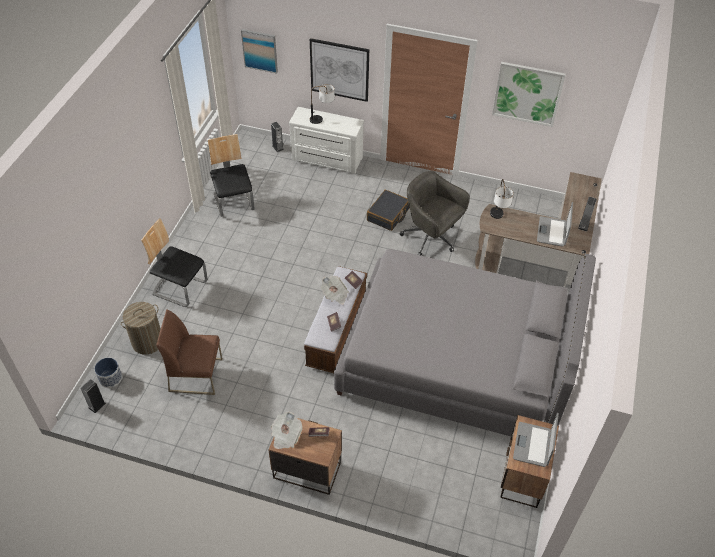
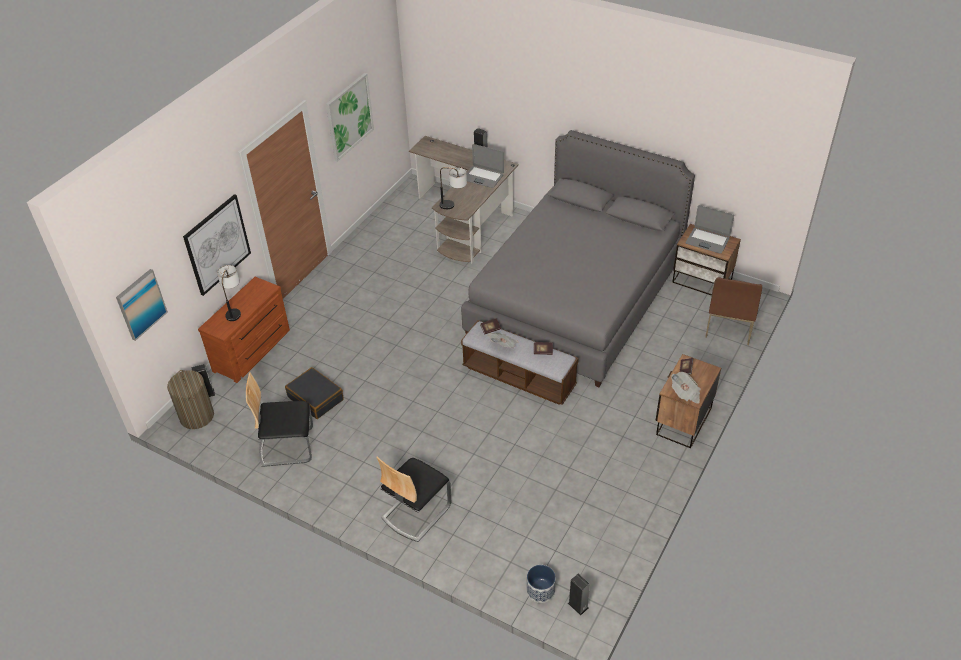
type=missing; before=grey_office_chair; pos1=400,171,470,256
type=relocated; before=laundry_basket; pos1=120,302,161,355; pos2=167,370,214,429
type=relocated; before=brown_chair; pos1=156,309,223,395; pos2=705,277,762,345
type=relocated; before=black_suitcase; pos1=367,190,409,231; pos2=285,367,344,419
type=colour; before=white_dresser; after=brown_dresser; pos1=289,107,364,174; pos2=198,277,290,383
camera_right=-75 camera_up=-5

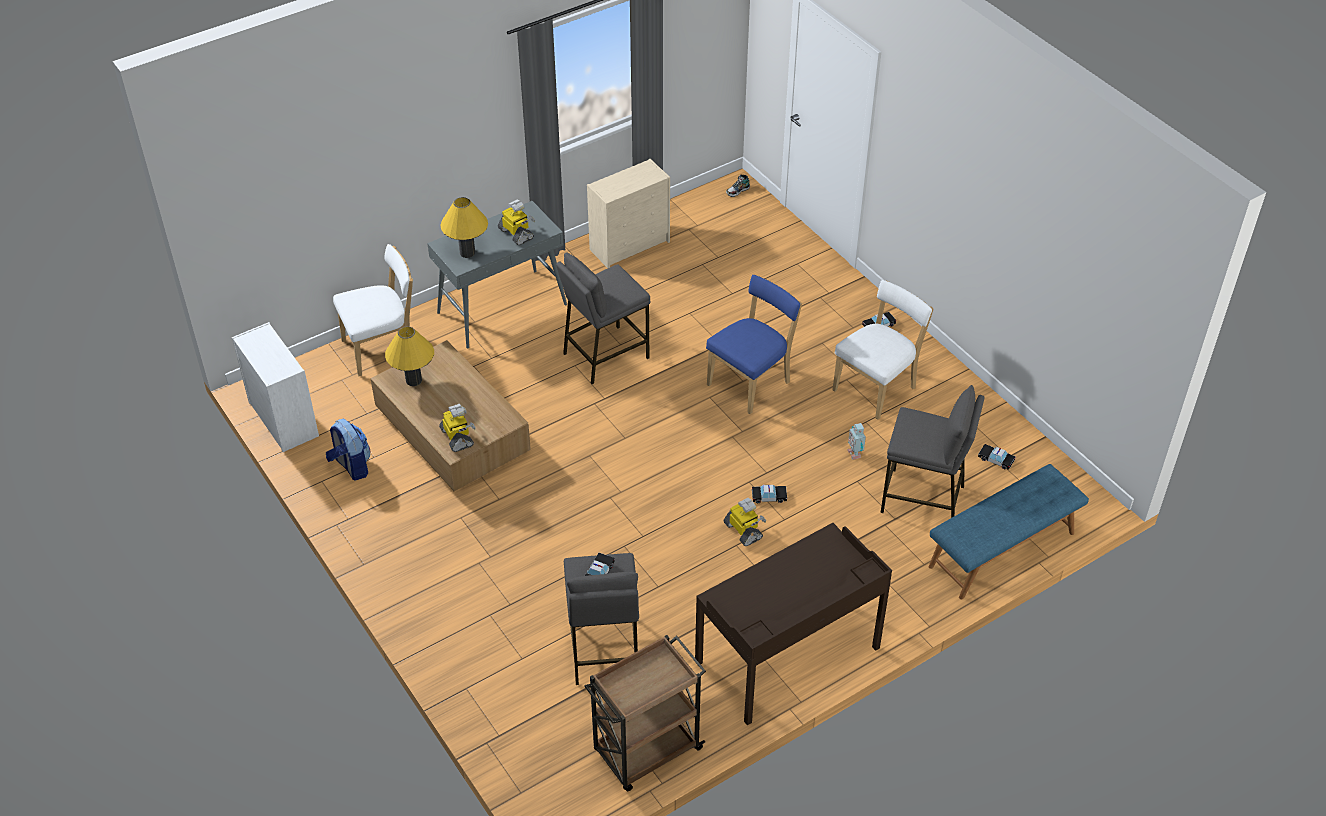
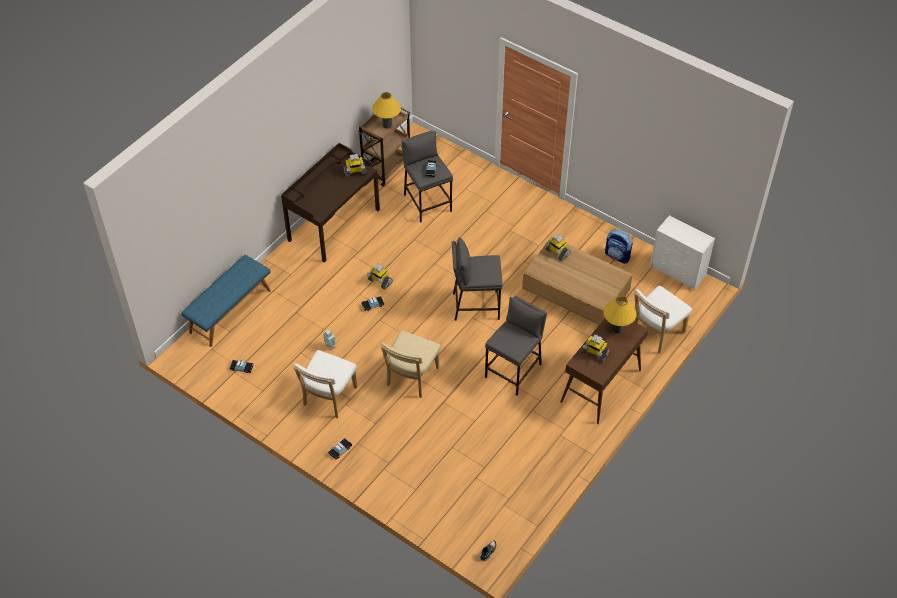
type=missing; before=beige_dresser; pos1=587,159,670,268
type=appeared; after=toy_robot; pos2=343,154,367,178
type=relocated; before=yellow_table_lamp; pos1=385,326,434,386; pos2=372,92,401,129
type=relocated; before=grey_stool; pos1=880,385,984,518; pos2=452,237,503,321
type=colour; before=grey_console_table; after=brown_console_table; pos1=427,201,567,349; pos2=560,319,648,424
type=colour; before=blue_chair; after=beige_chair; pos1=706,275,802,414; pos2=381,331,440,398
camera_right=160 camera_up=5

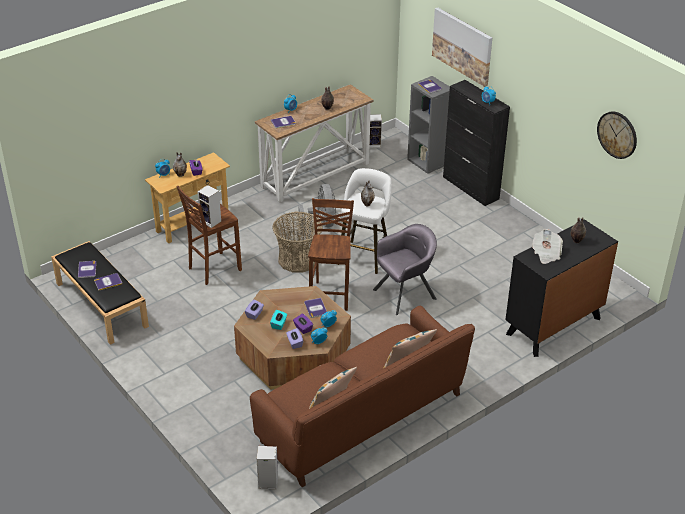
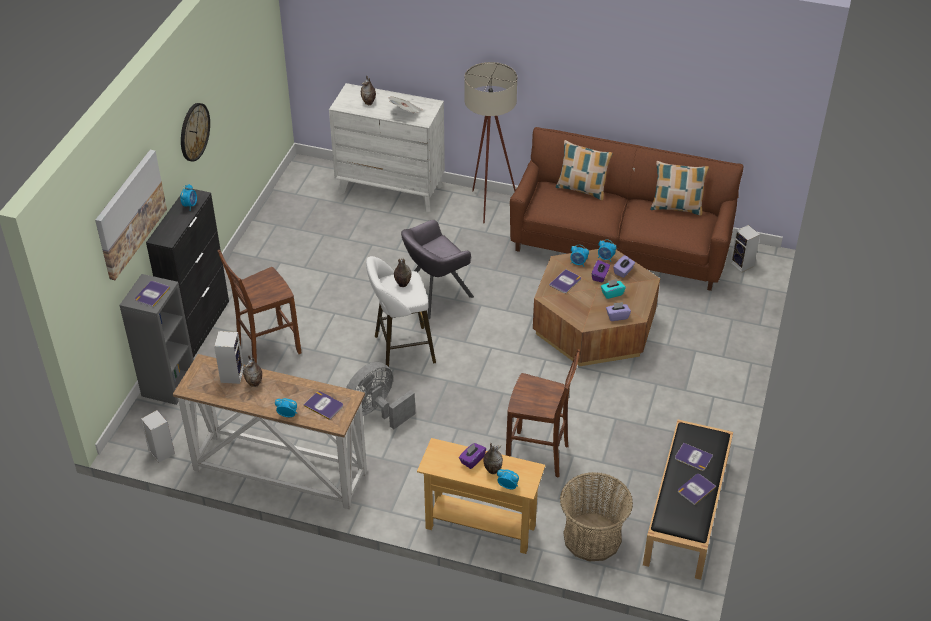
type=appeared; after=beige_floor_lamp; pos2=464,62,517,223
type=relocated; before=speaker; pos1=197,185,221,228; pos2=214,331,244,384
type=relocated; before=basket; pos1=272,212,323,273; pos2=560,472,633,562
type=relocated; before=brown_stool; pos1=308,198,354,311; pos2=218,250,301,364
type=relocated; before=wall_clock; pos1=597,111,637,159; pos2=181,103,210,162
type=colour; before=black_dresser; after=white_dresser; pos1=505,219,618,357; pos2=329,83,445,212
type=spun; before=grey_armchair; pos1=373,224,437,315; pos2=401,220,474,320; turn=-60
camera_right=-125 camera_up=5

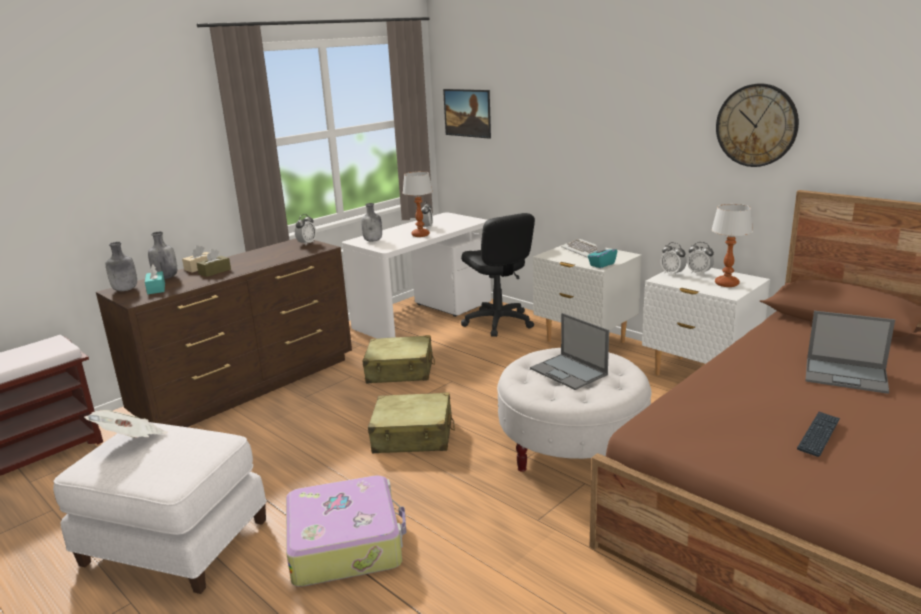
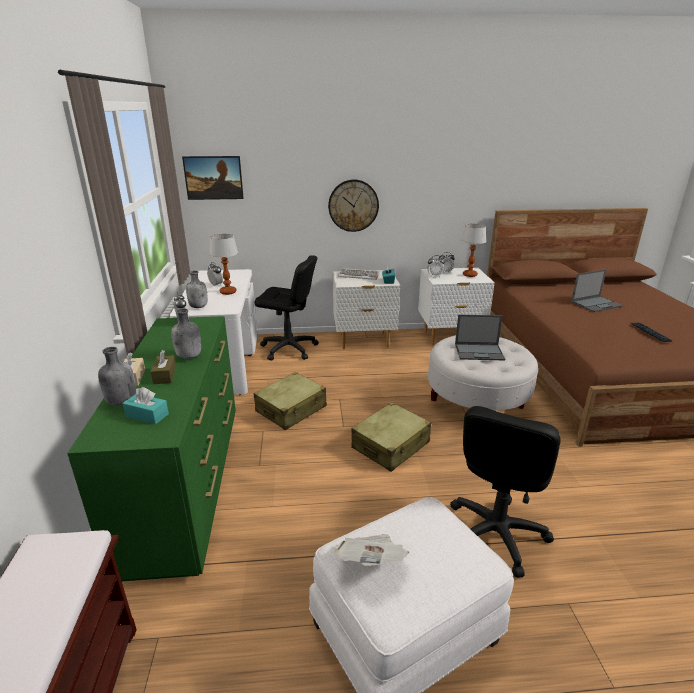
type=relocated; before=grey_bottle; pos1=106,242,137,291; pos2=171,308,201,359
type=relocated; before=wall_clock; pos1=716,83,799,167; pos2=328,179,379,232
type=exchanged; before=suitcase; after=black_office_chair; pos1=286,475,406,587; pos2=450,406,561,578
type=colour; before=brown_dresser; after=green_dresser; pos1=96,239,352,427; pos2=67,316,236,581
camera_right=-50 camera_up=5

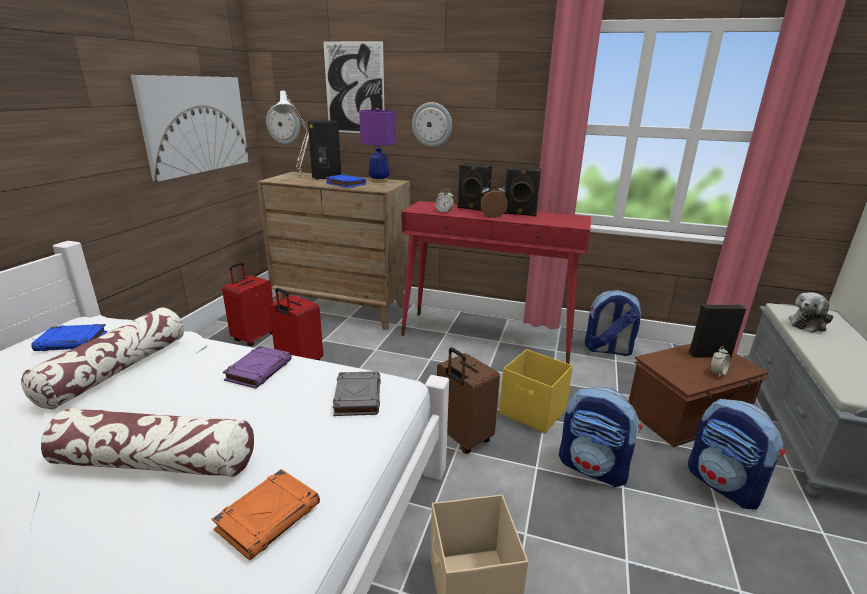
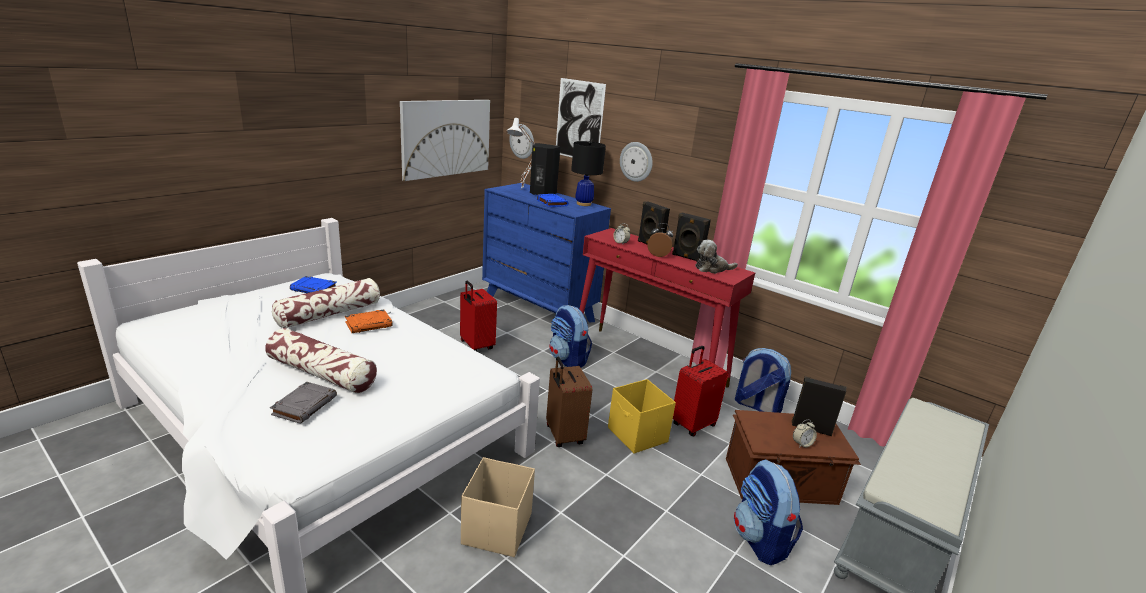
type=missing; before=purple_book; pos1=223,346,292,388
type=relocated; before=orange_book; pos1=212,469,320,560; pos2=345,310,393,333
type=relocated; before=red_suitcase; pos1=222,262,273,346; pos2=673,346,729,436
type=relocated; before=grey_book; pos1=333,371,381,416; pos2=270,382,337,424
type=relocated; before=backpack; pos1=559,387,642,487; pos2=549,305,592,368
type=relocated; before=plush_toy; pos1=788,292,833,333; pos2=695,240,738,274
type=colour; before=brown_dresser; after=blue_dresser; pos1=257,172,410,330; pos2=482,183,611,322
type=colour; before=purple_table_lamp; after=black_table_lamp; pos1=359,108,396,183; pos2=571,141,606,206
camera_right=20 camera_up=0

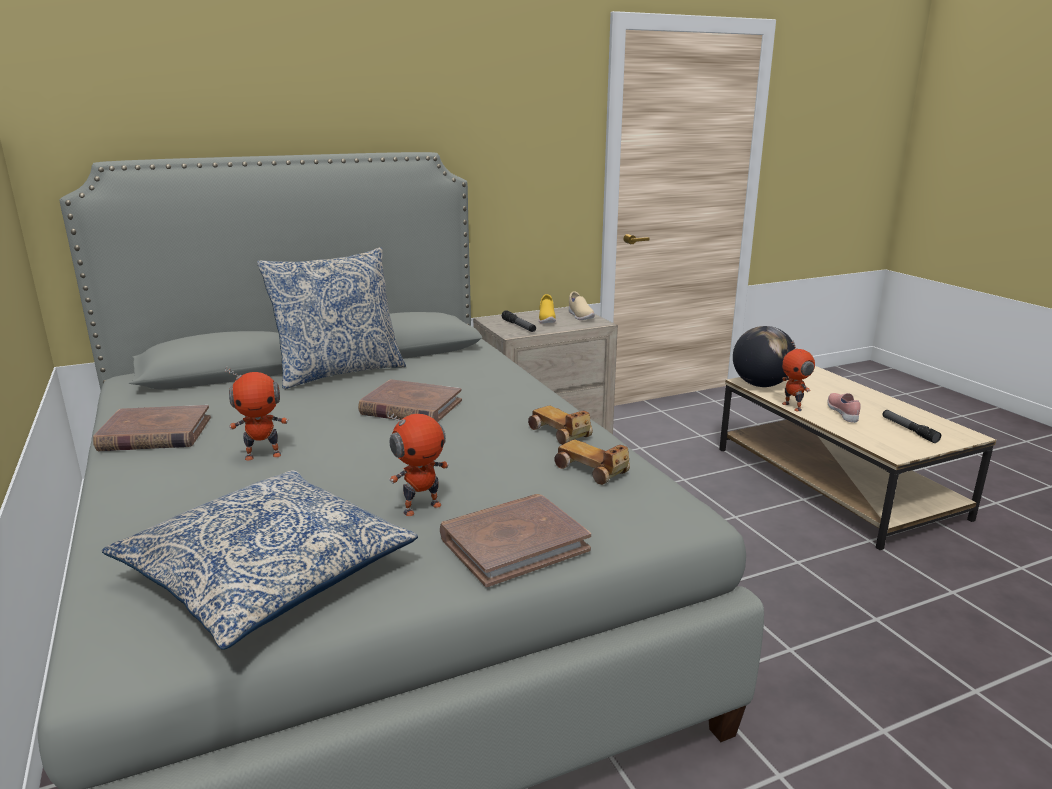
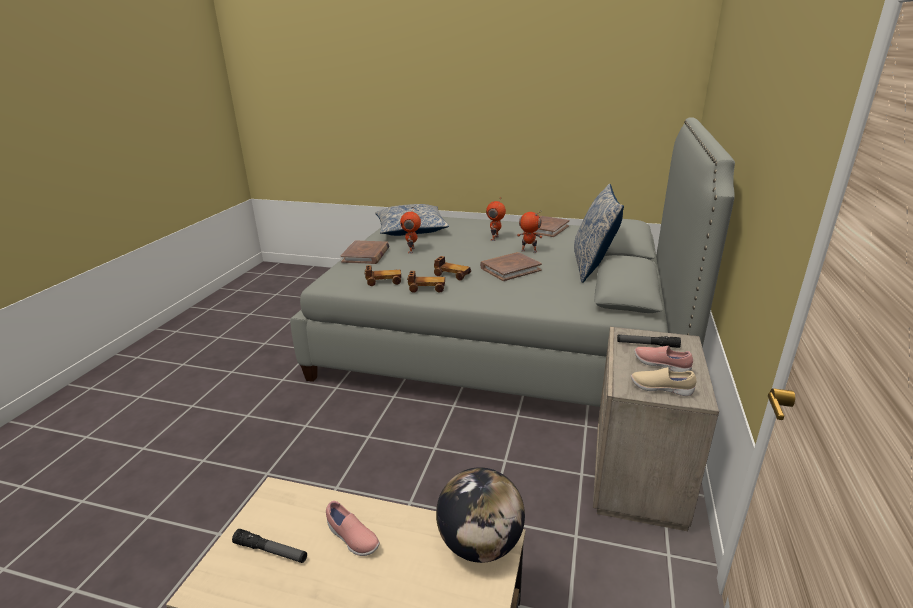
type=appeared; after=toy_car; pos2=434,256,471,280
type=relocated; before=toy_robot; pos1=782,340,815,411; pos2=517,211,543,253
type=colour; before=yellow_shoe; after=pink_shoe; pos1=539,294,556,324; pos2=634,346,693,372
camera_right=130 camera_up=5

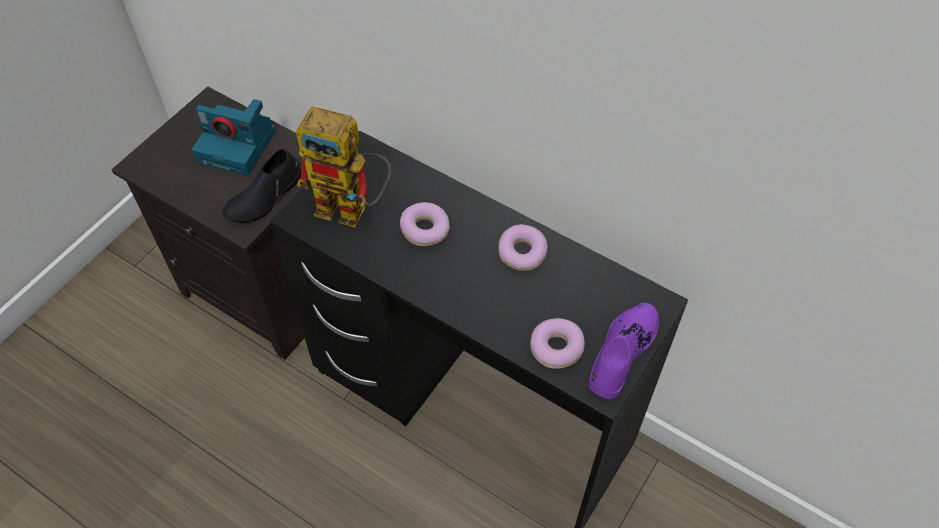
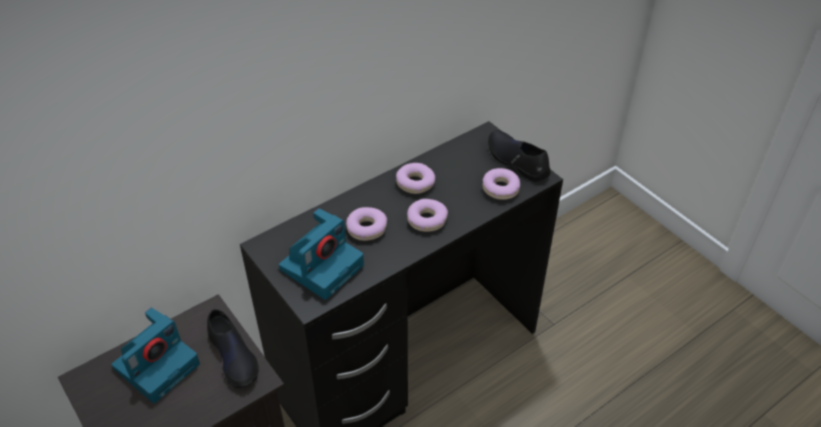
type=appeared; after=donut; pos2=407,199,448,232
type=exchanged; before=toy_robot; after=photo_camera; pos1=296,106,392,228; pos2=279,208,364,300
type=colour; before=purple_shoe; after=black_shoe; pos1=588,303,659,399; pos2=488,130,551,182
camera_right=-70 camera_up=-10

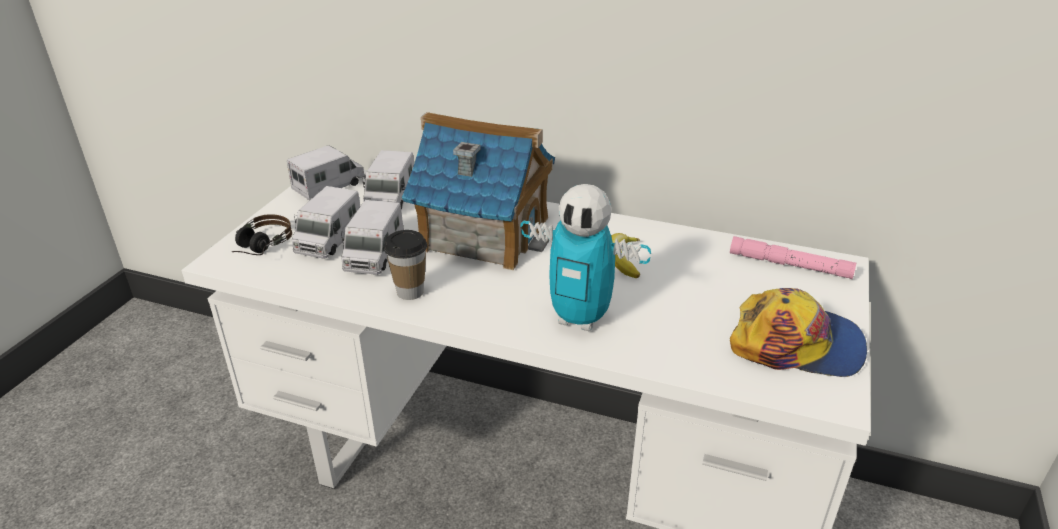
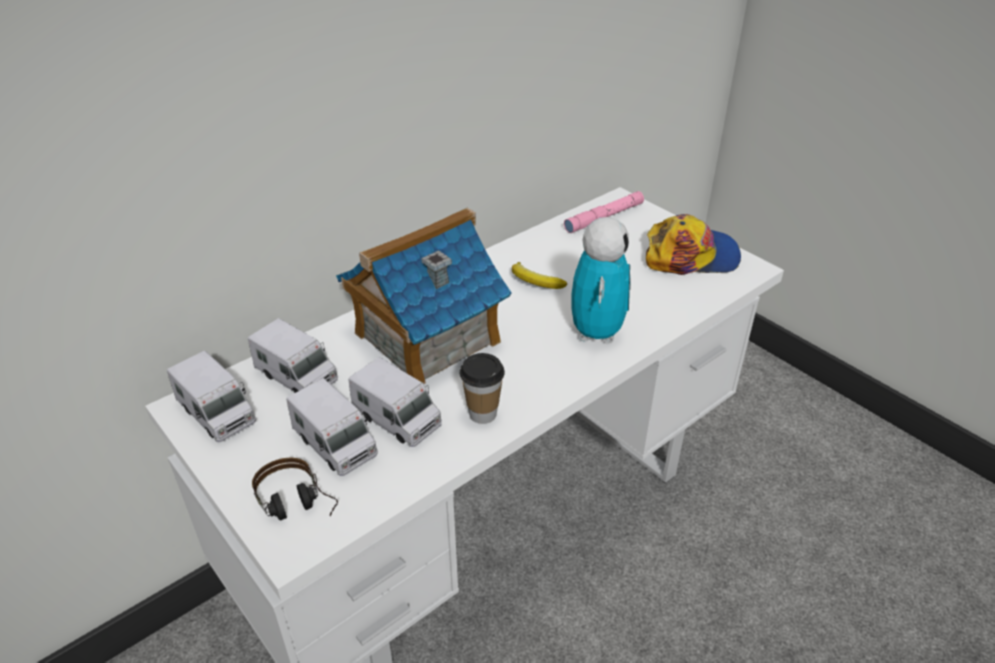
type=spun; before=toy_truck; pos1=287,145,365,201; pos2=167,351,256,442; turn=150
type=spun; before=toy_robot; pos1=520,184,651,331; pos2=572,217,631,343; turn=-45
type=spun; before=cap; pos1=730,288,867,377; pos2=646,214,741,275; turn=45
camera_right=-60 camera_up=5

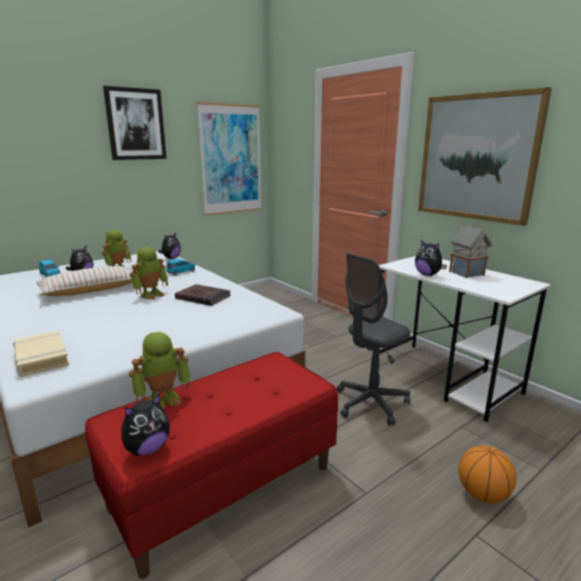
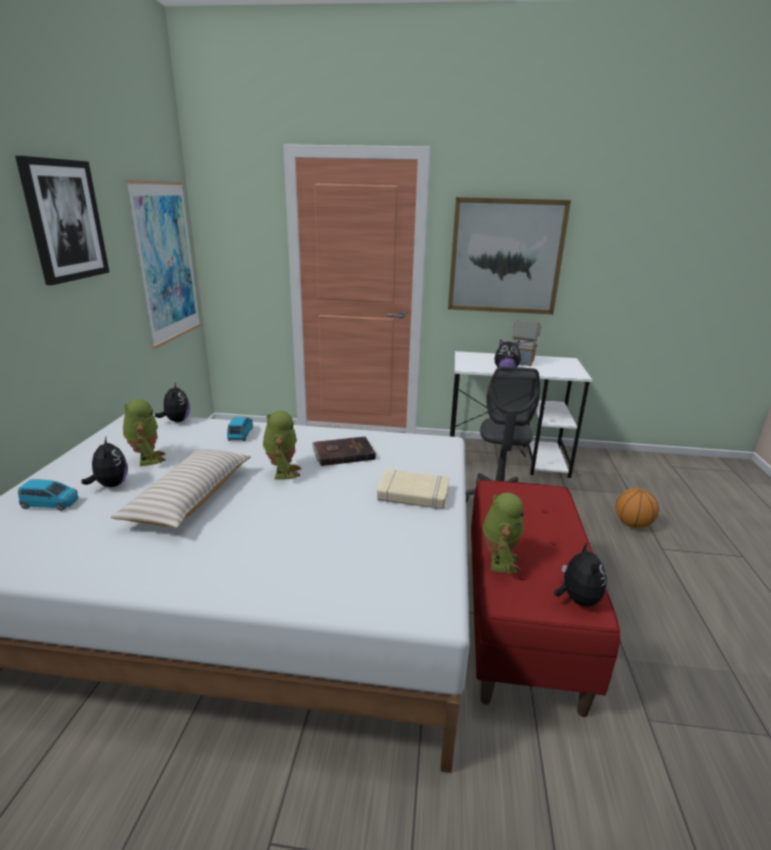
type=relocated; before=beige_book; pos1=13,331,69,377; pos2=377,469,450,509
camera_right=-45 camera_up=5

